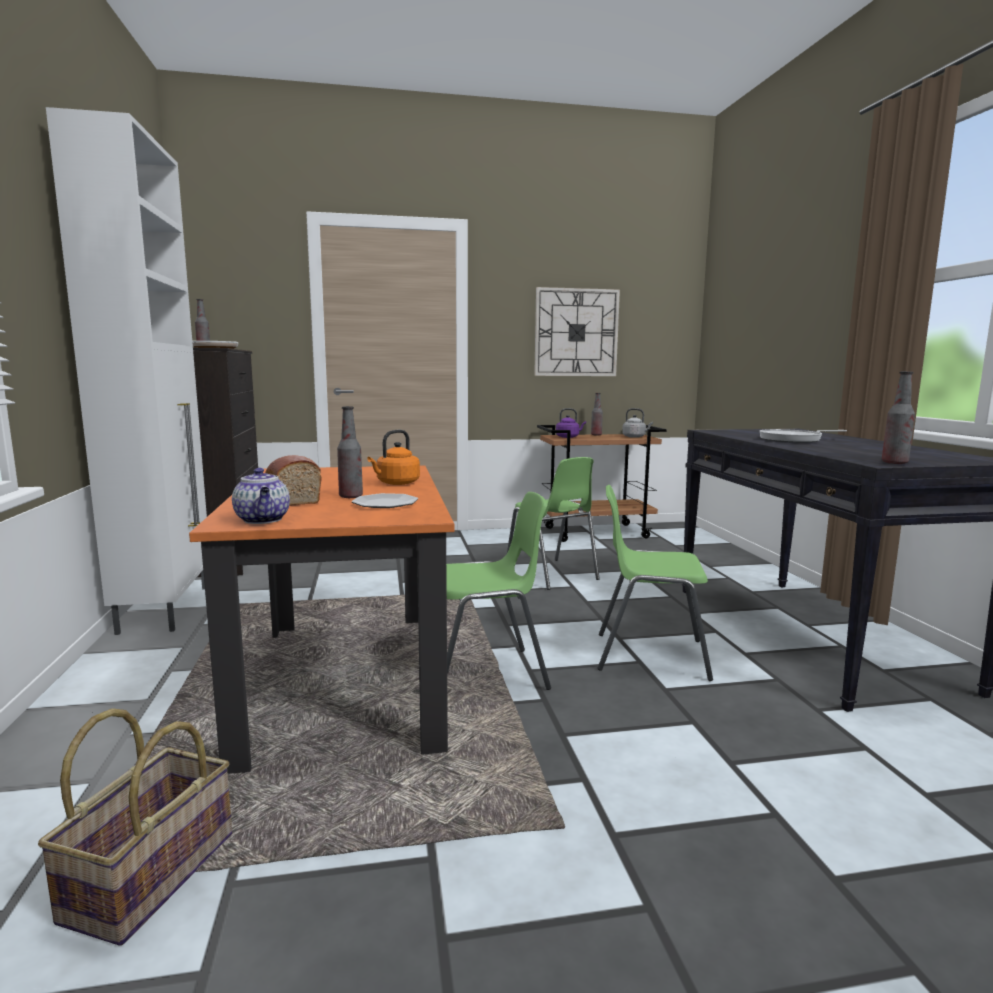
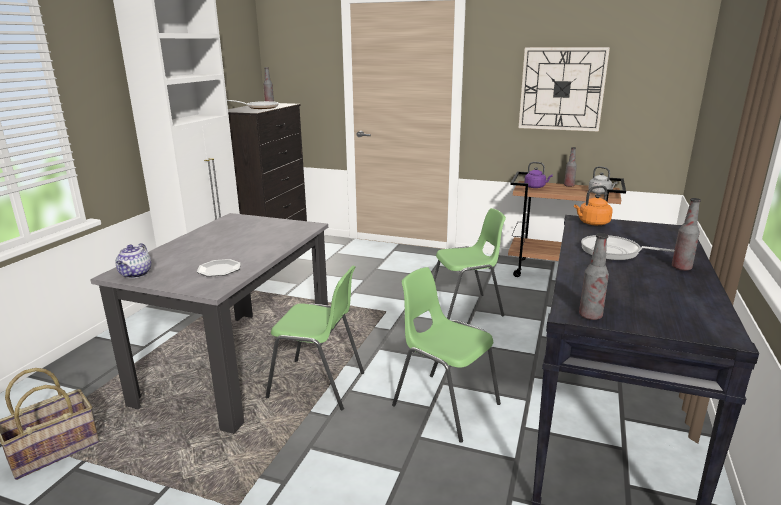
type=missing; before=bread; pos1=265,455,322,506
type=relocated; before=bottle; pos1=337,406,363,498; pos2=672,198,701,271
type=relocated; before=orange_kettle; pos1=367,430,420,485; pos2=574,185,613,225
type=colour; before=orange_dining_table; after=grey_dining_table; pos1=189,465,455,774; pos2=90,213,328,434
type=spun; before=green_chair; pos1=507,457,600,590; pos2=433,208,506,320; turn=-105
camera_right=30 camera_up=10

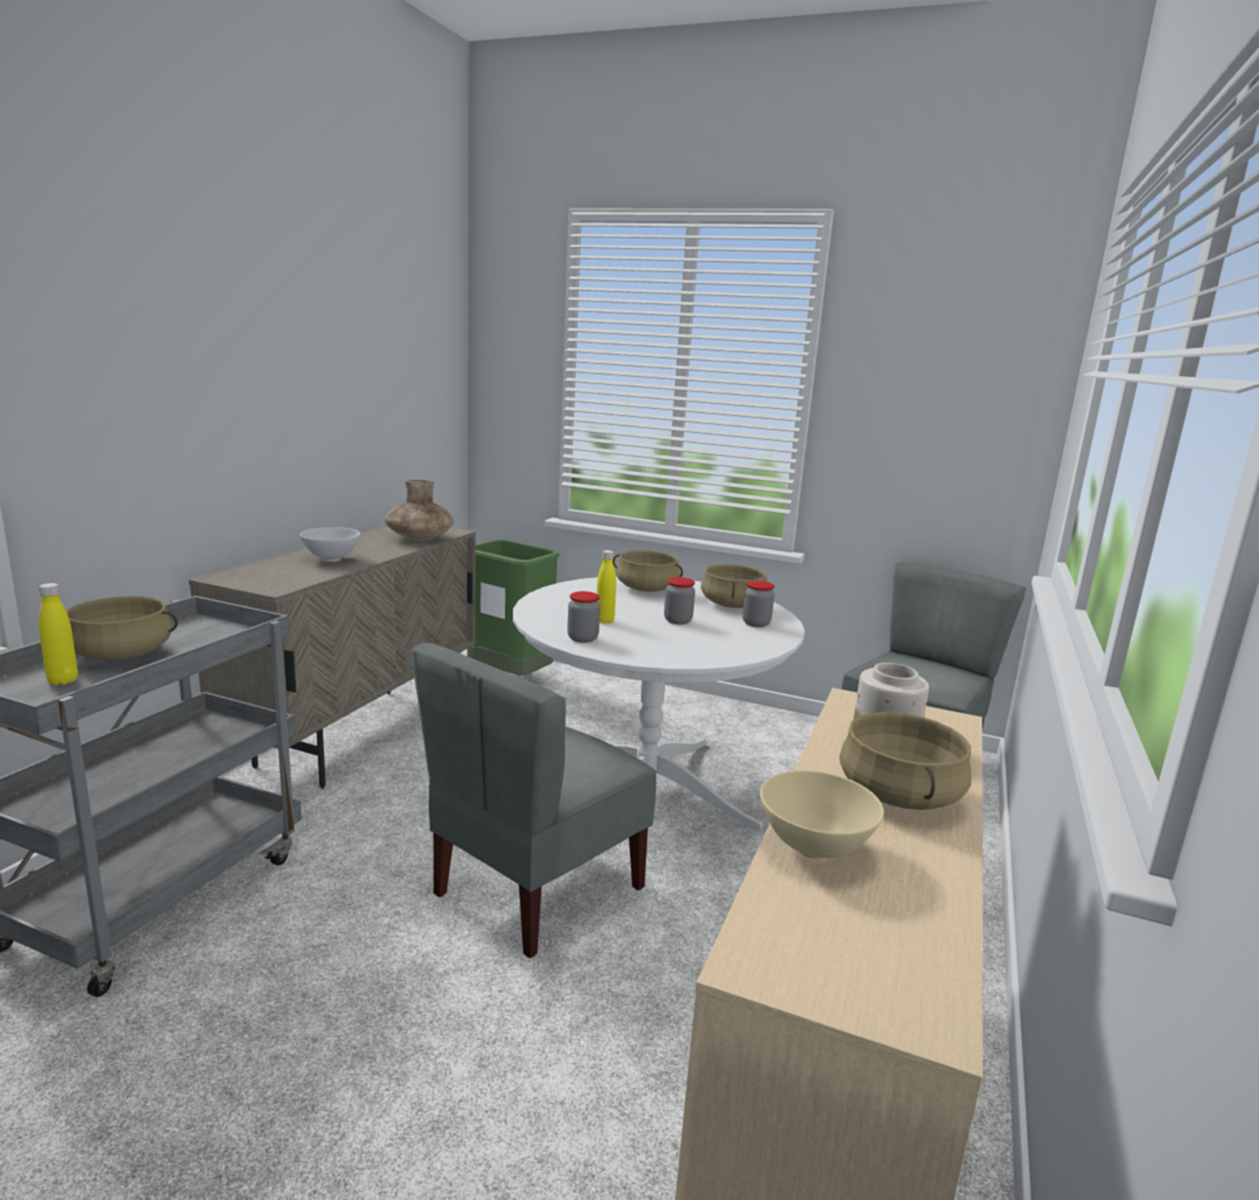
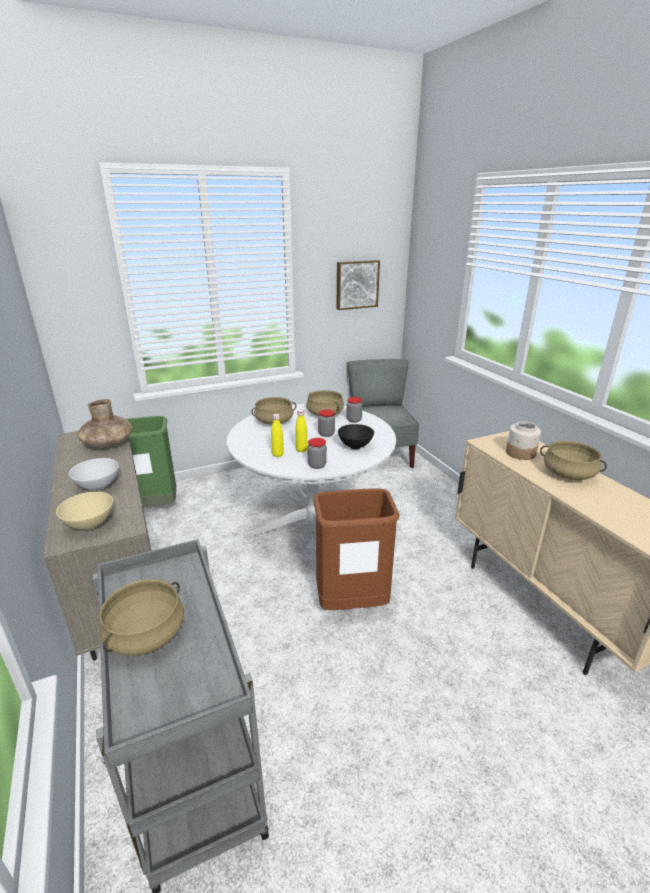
type=appeared; after=picture; pos2=336,260,380,310
type=appeared; after=black_bowl; pos2=338,424,374,449
type=relocated; before=yellow_bottle; pos1=39,583,78,685; pos2=271,414,284,457
type=relocated; before=beige_bowl; pos1=760,770,884,860; pos2=56,492,113,530
type=exchanged; before=grey_chair; after=brown_trash_can; pos1=411,643,656,958; pos2=313,488,399,610
camera_right=-45 camera_up=10

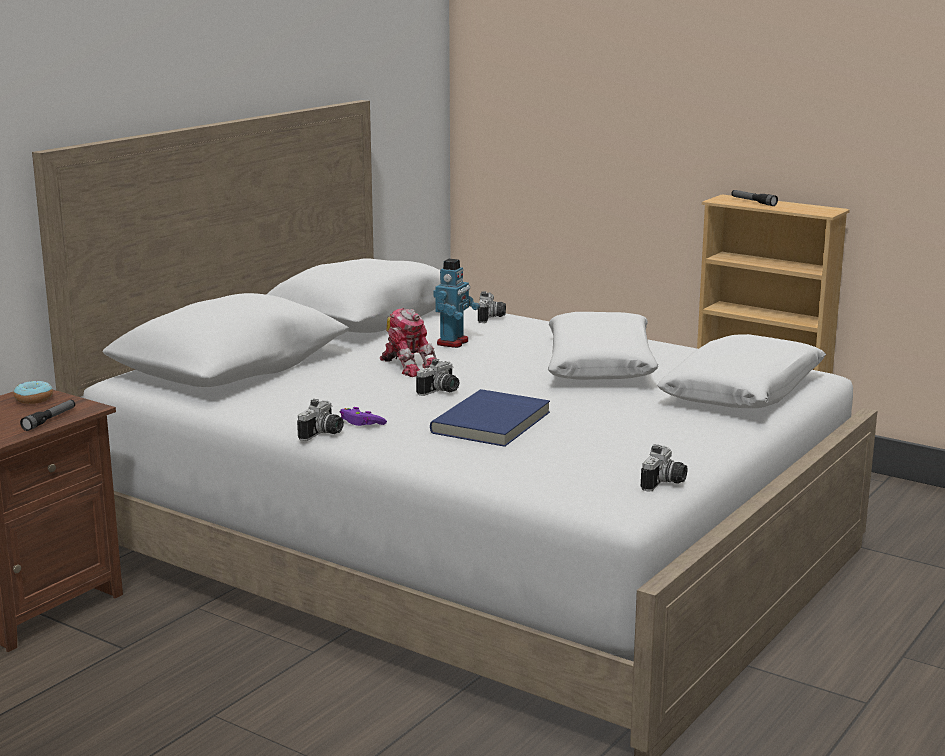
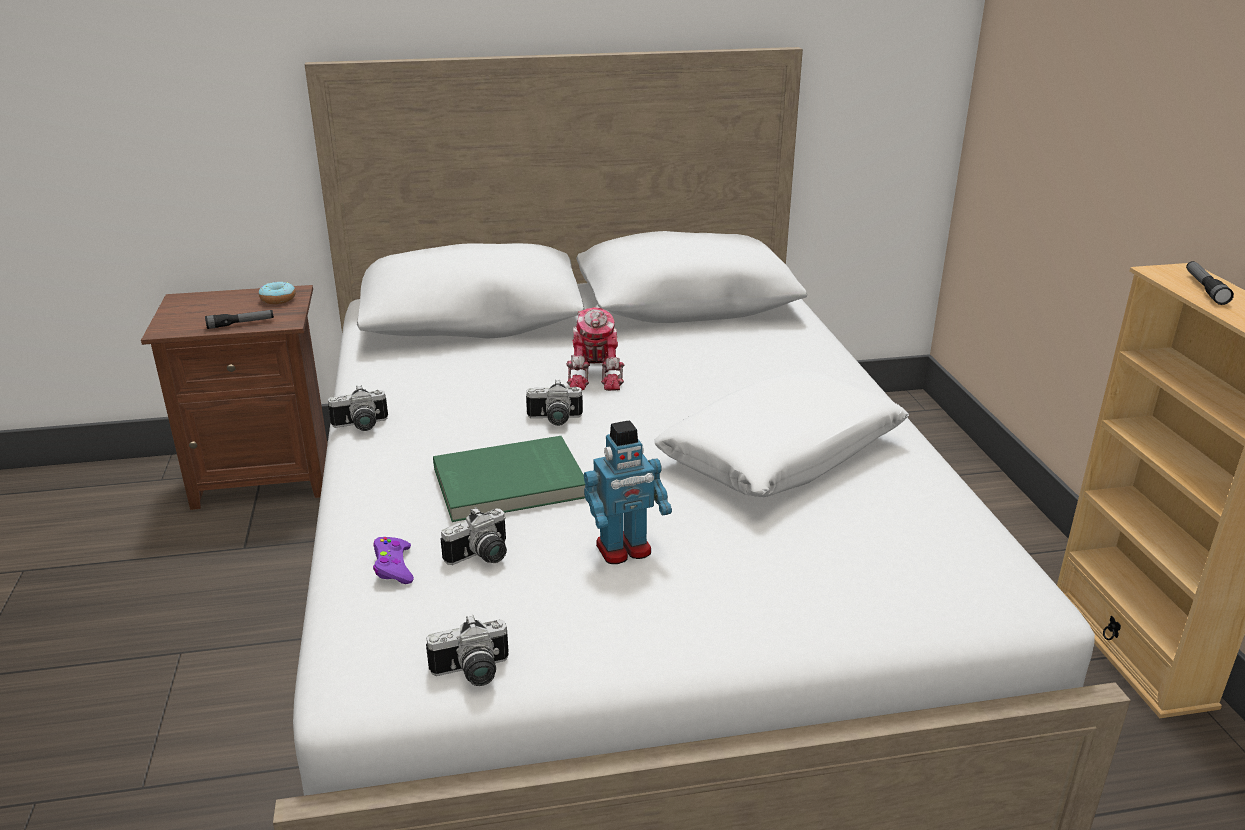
type=missing; before=white_pillow; pos1=657,334,826,408
type=relocated; before=purple_game_controller; pos1=340,407,387,426; pos2=373,537,414,584
type=relocated; before=toy_robot; pos1=433,259,480,348; pos2=584,420,672,564
type=relocated; before=photo_camera; pos1=478,291,506,323; pos2=441,507,507,565
type=colour; before=blue_book; after=green_book; pos1=430,389,550,447; pos2=433,436,585,522
camera_right=45 camera_up=10

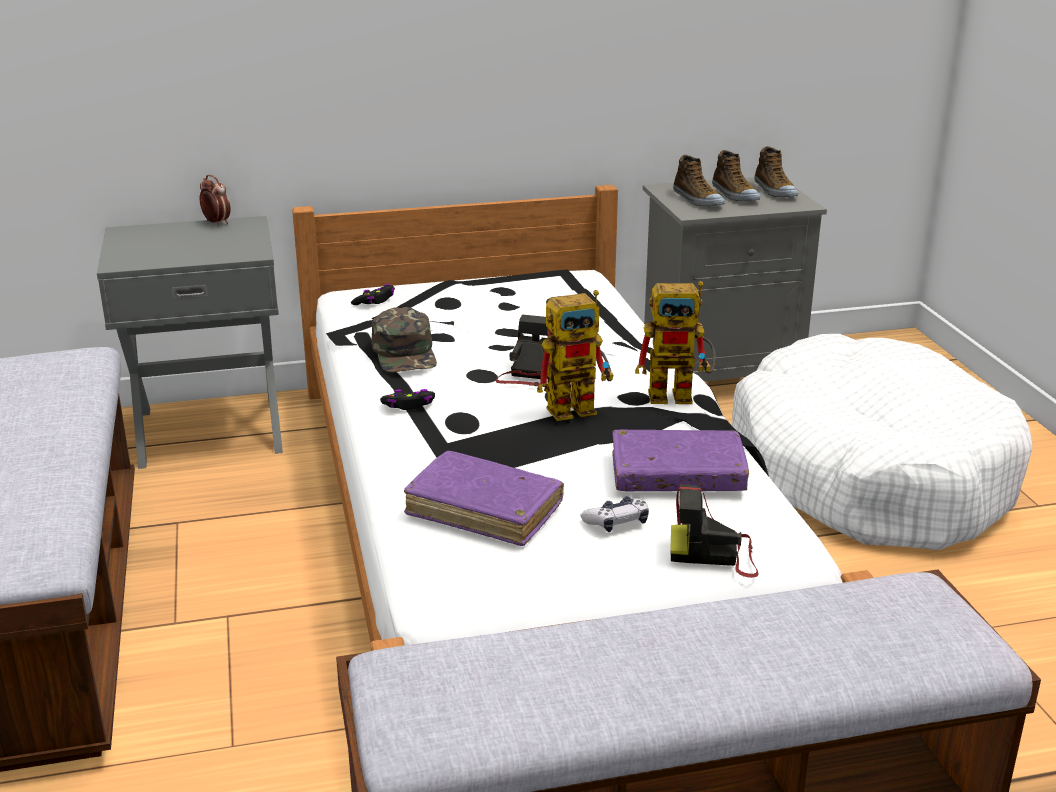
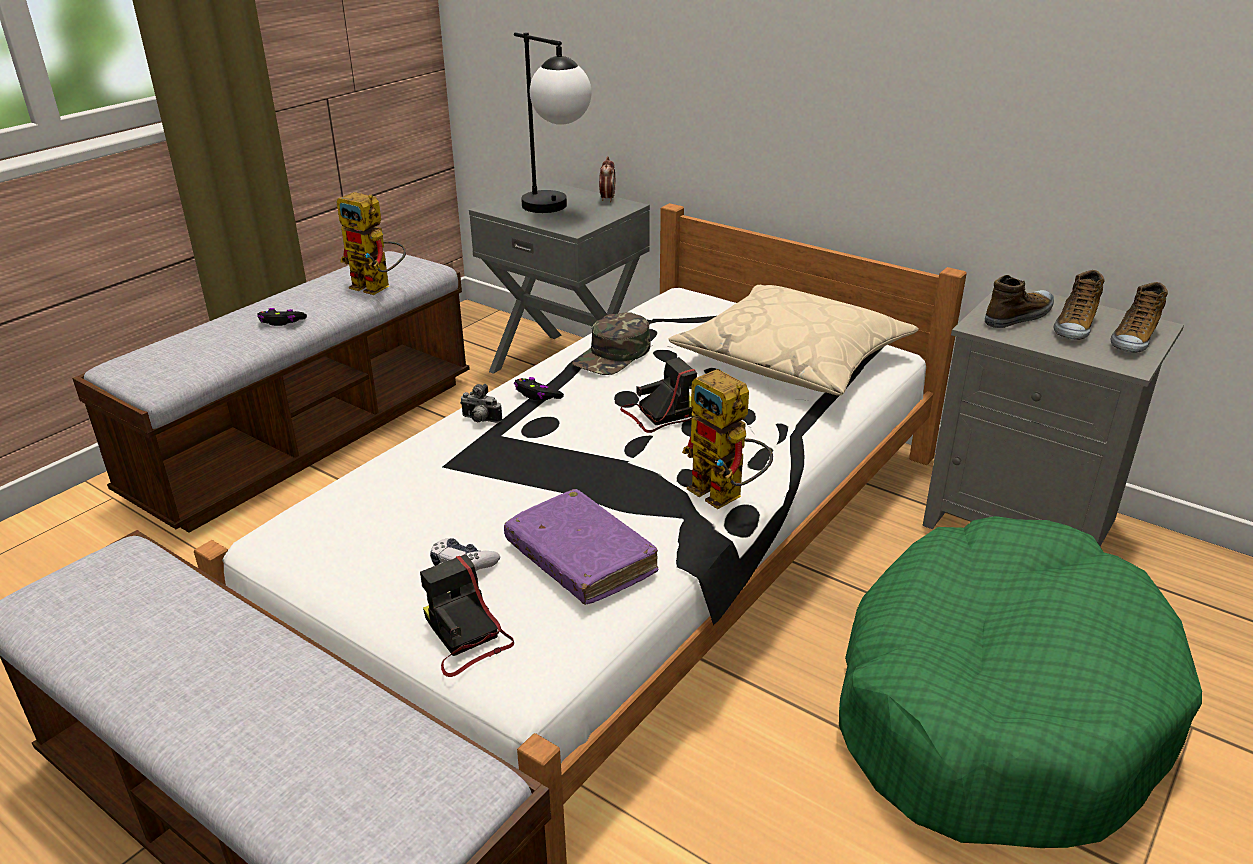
type=missing; before=purple_book; pos1=404,451,564,546
type=appeared; after=photo_camera; pos2=460,384,502,423
type=appeared; after=table_lamp; pos2=514,32,592,213
type=appeared; after=beige_pillow; pos2=668,285,919,395
type=relocated; before=black_game_controller; pos1=351,284,395,305; pos2=257,308,307,326
type=relocated; before=toy_robot; pos1=537,290,614,421; pos2=337,192,406,295
type=colour; before=white_dog_bed; after=green_dog_bed; pos1=732,334,1032,550; pos2=839,516,1202,848
type=spun; before=shoe; pos1=673,155,725,206; pos2=985,275,1054,328; turn=-150
camera_right=50 camera_up=5

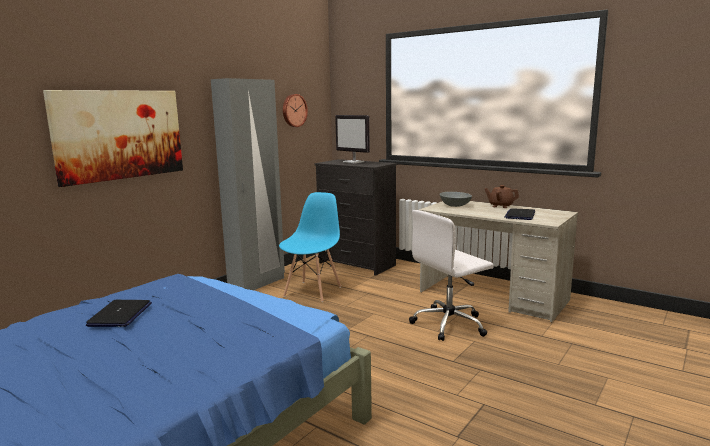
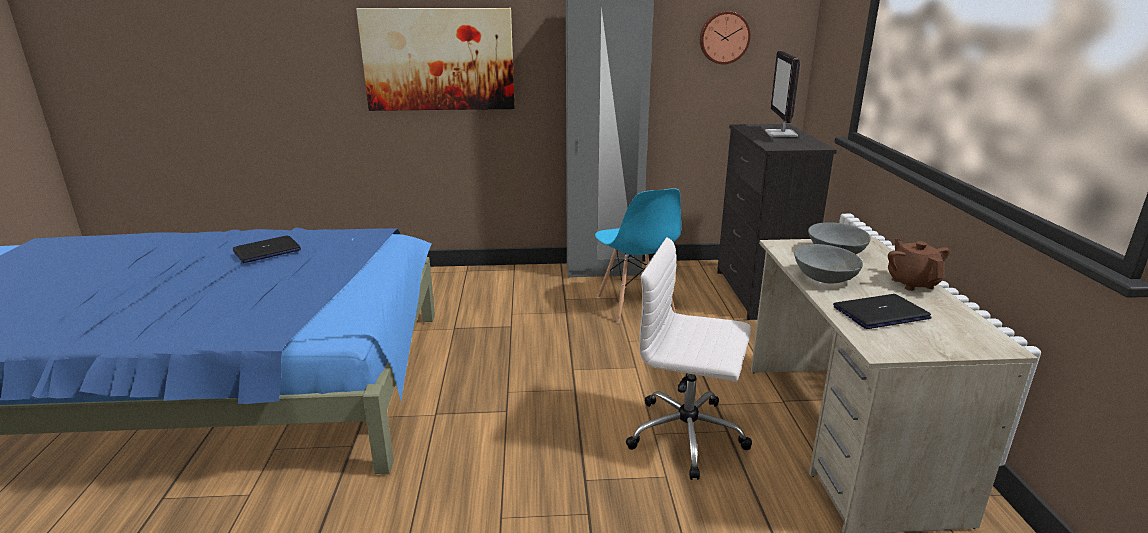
type=appeared; after=grey_bowl; pos2=794,244,863,284
type=spun; before=blue_chair; pos1=279,192,341,302; pos2=595,188,681,324; turn=90
camera_right=50 camera_up=10

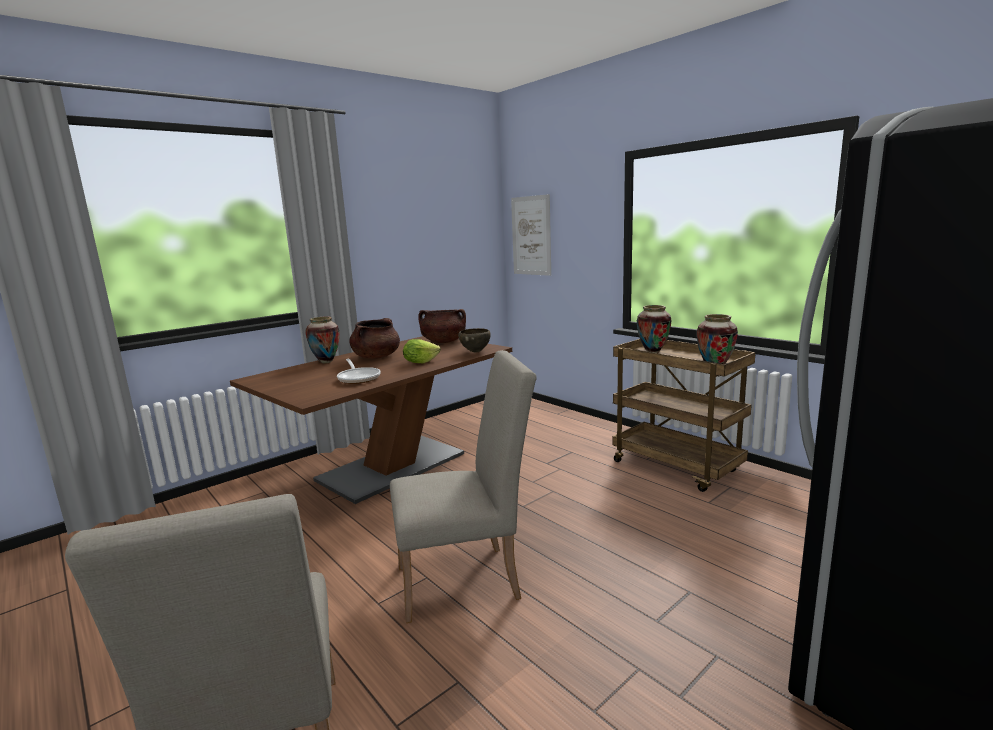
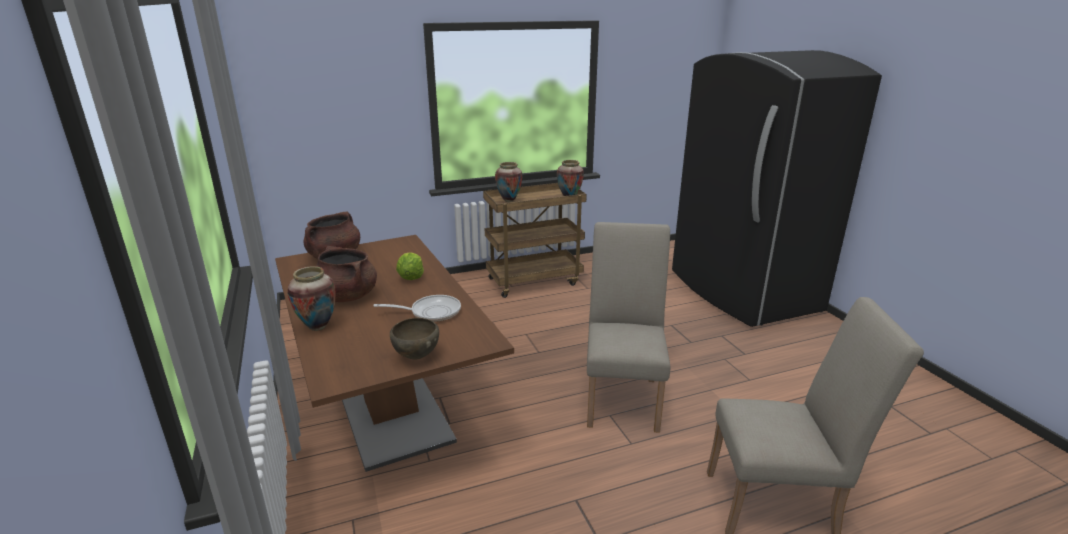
type=missing; before=picture; pos1=511,194,551,276
type=relocated; before=brown_bowl; pos1=458,328,491,353; pos2=390,318,439,359
camera_right=-70 camera_up=10

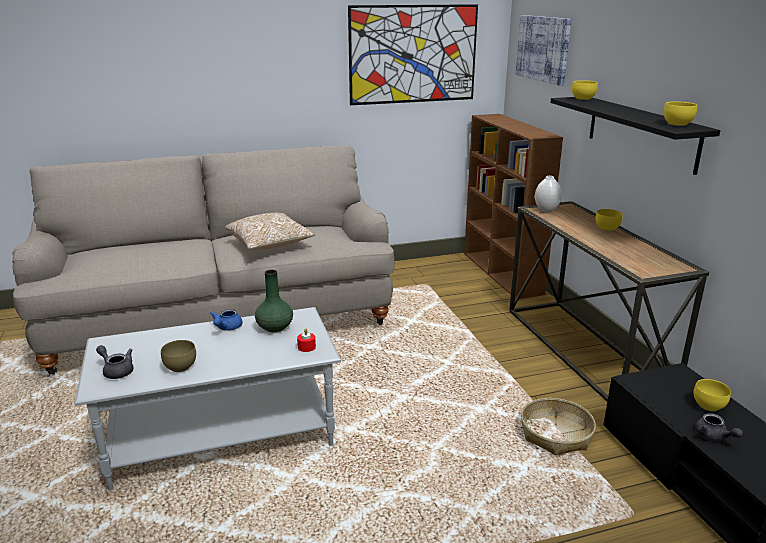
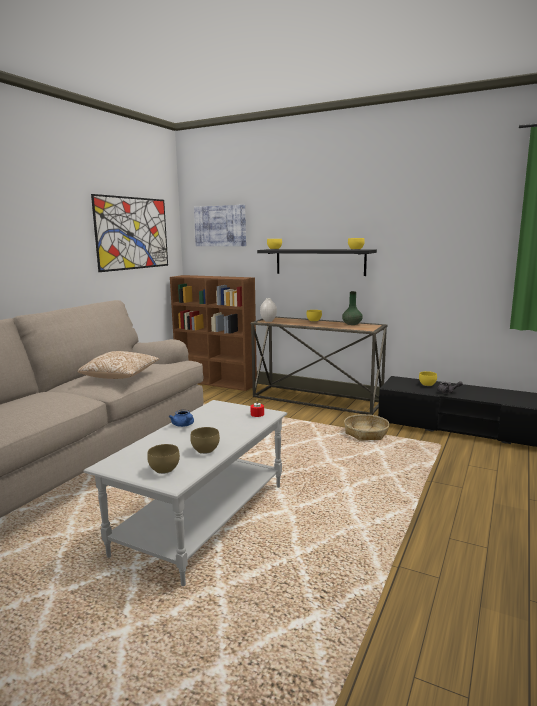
type=relocated; before=green_vase; pos1=255,270,293,332; pos2=342,291,363,325
type=exchanged; before=grey_teapot; after=brown_bowl; pos1=96,345,134,379; pos2=147,444,180,474
camera_right=-45 camera_up=-10

